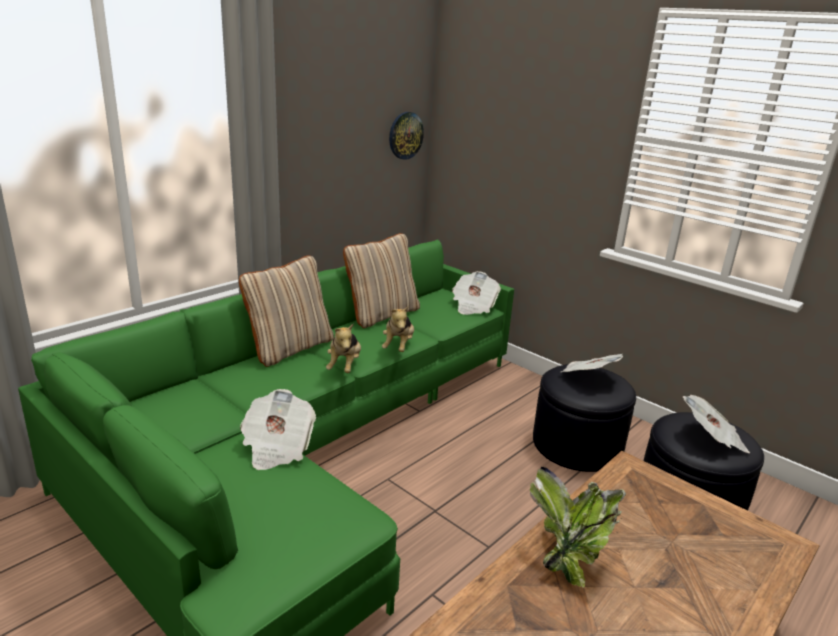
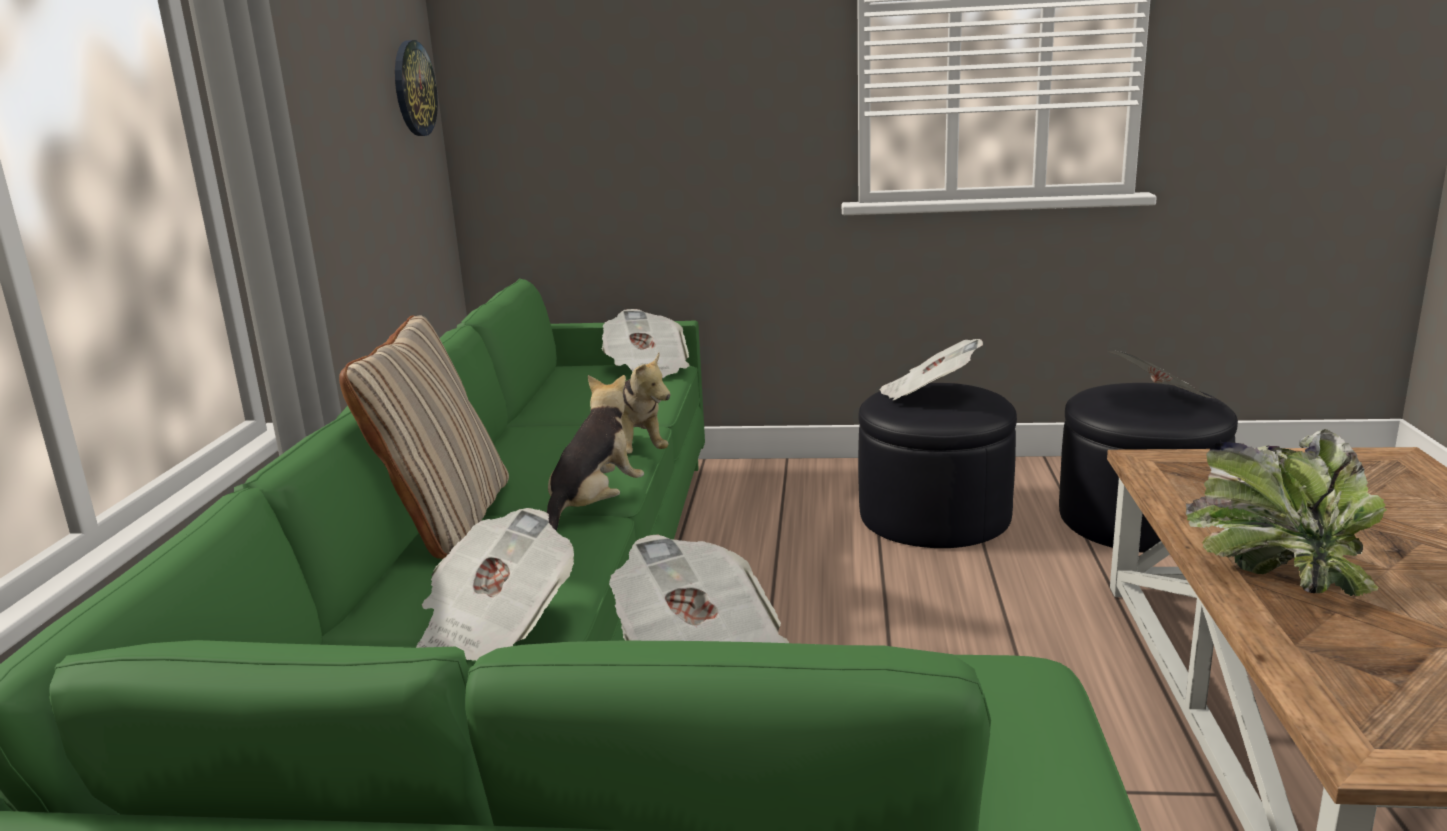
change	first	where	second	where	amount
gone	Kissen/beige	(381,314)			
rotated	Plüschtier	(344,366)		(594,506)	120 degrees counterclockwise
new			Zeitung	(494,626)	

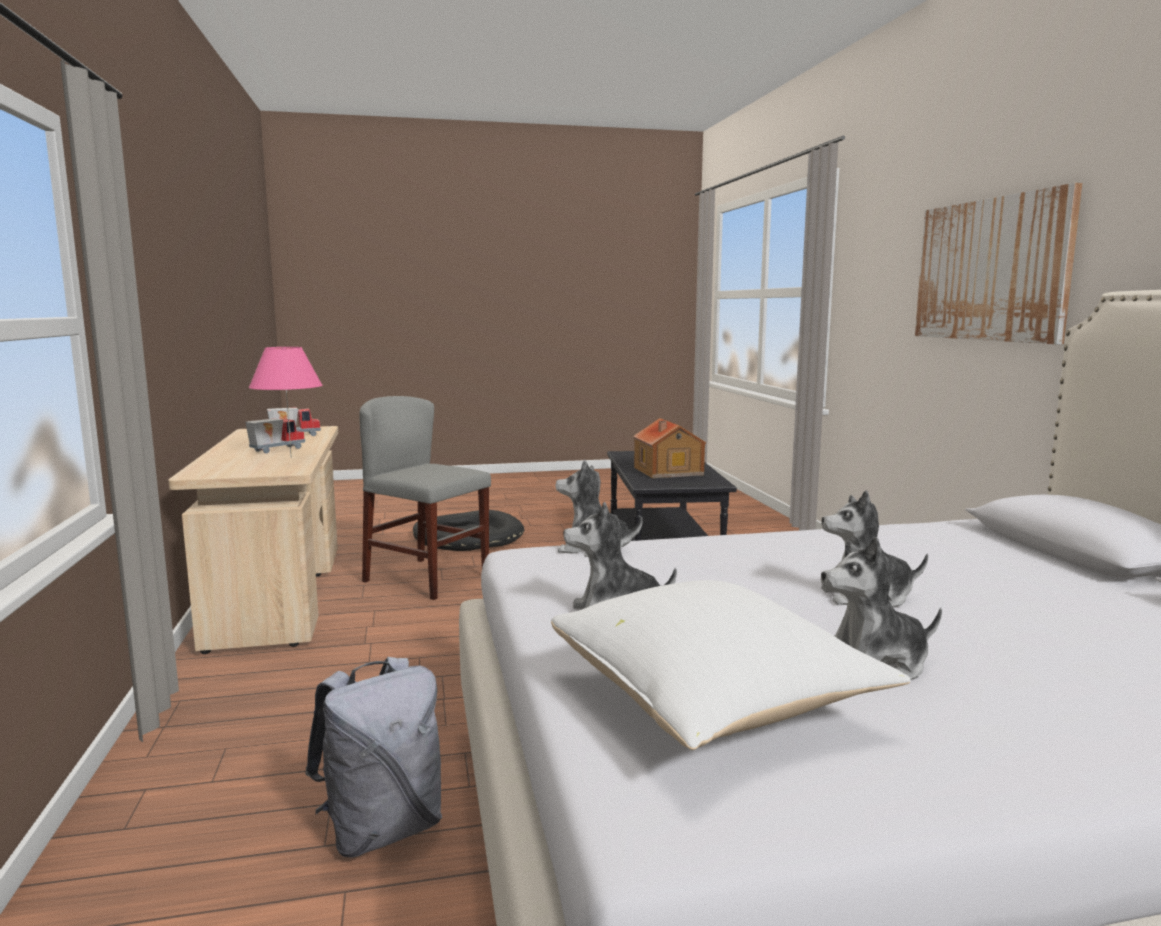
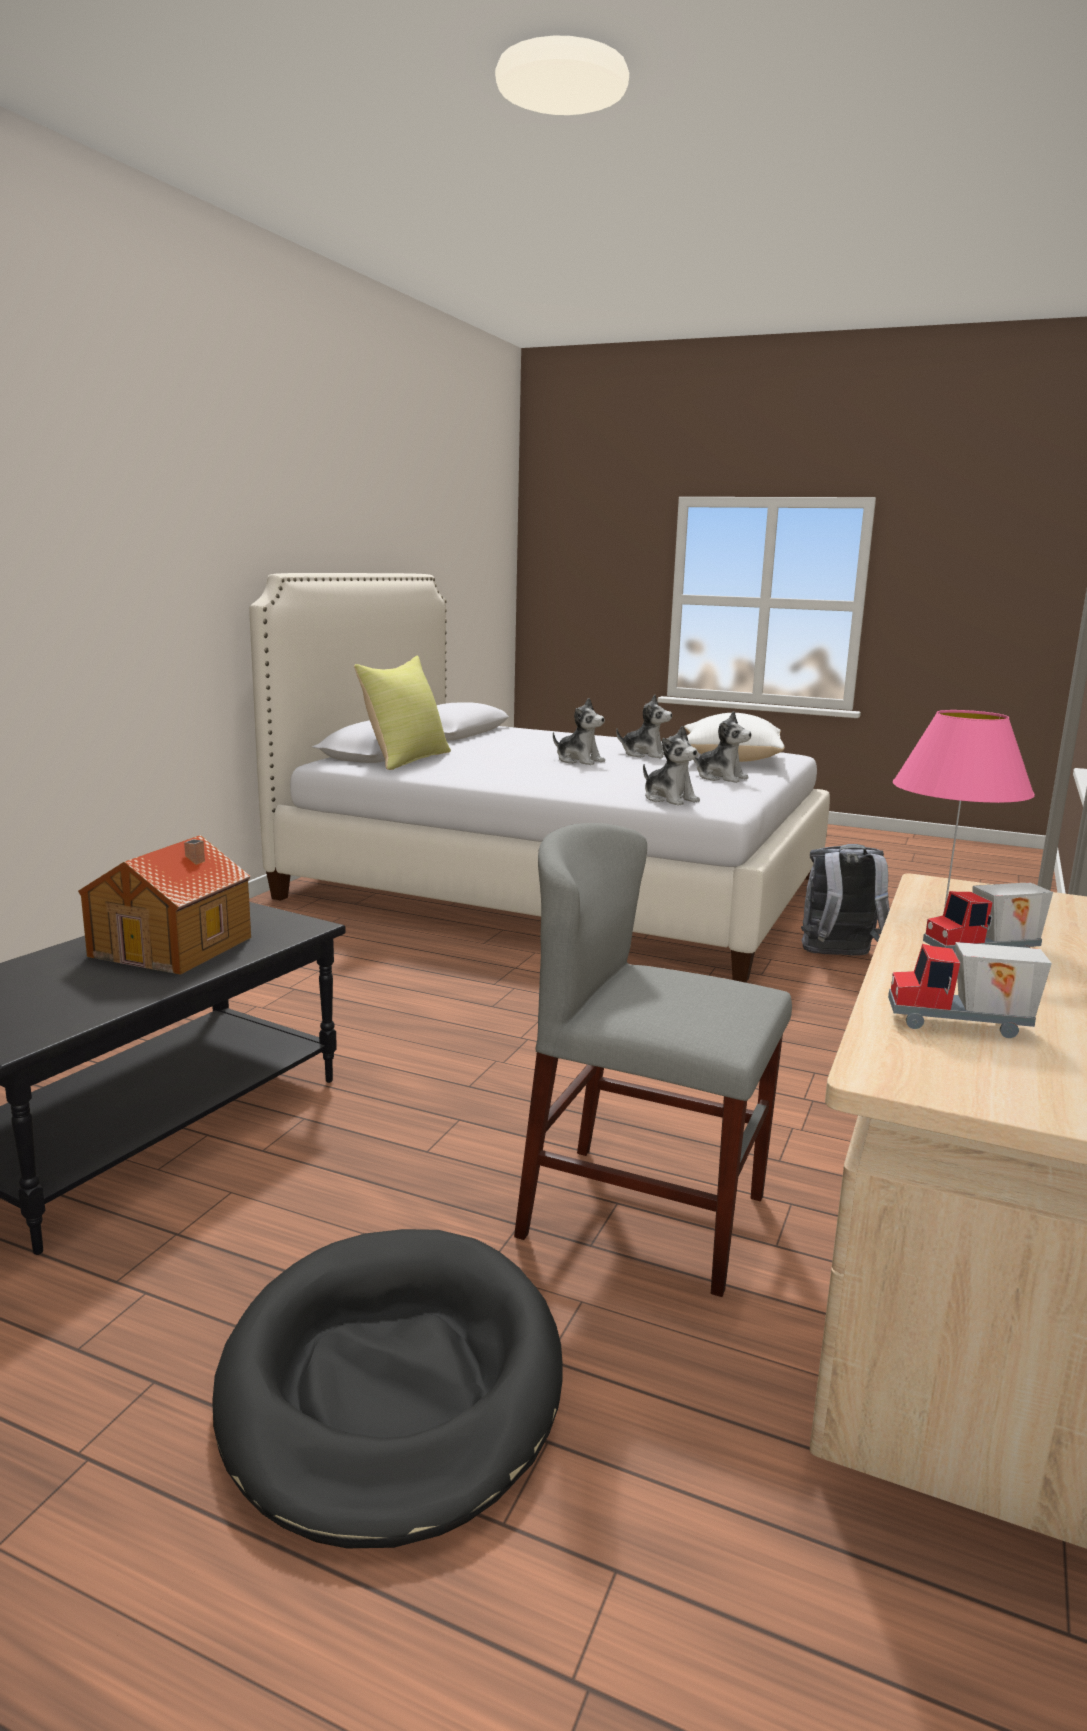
change	first	where	second	where	amount
gone	Bild	(990,270)			
rotated	Stuhl/grau	(426,578)		(644,1216)	135 degrees clockwise
new			Kissen/gelb	(406,759)	

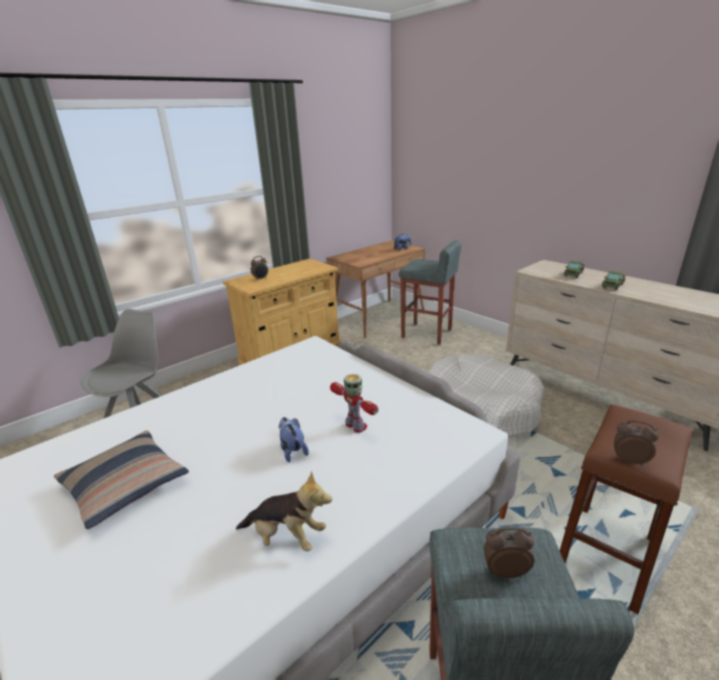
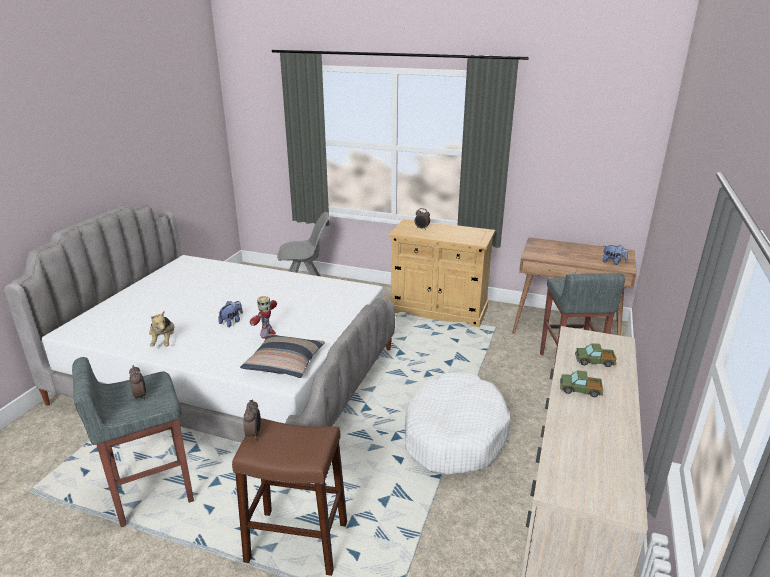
change	first	where	second	where	amount
shifted	Kissen	(125,485)		(284,363)	

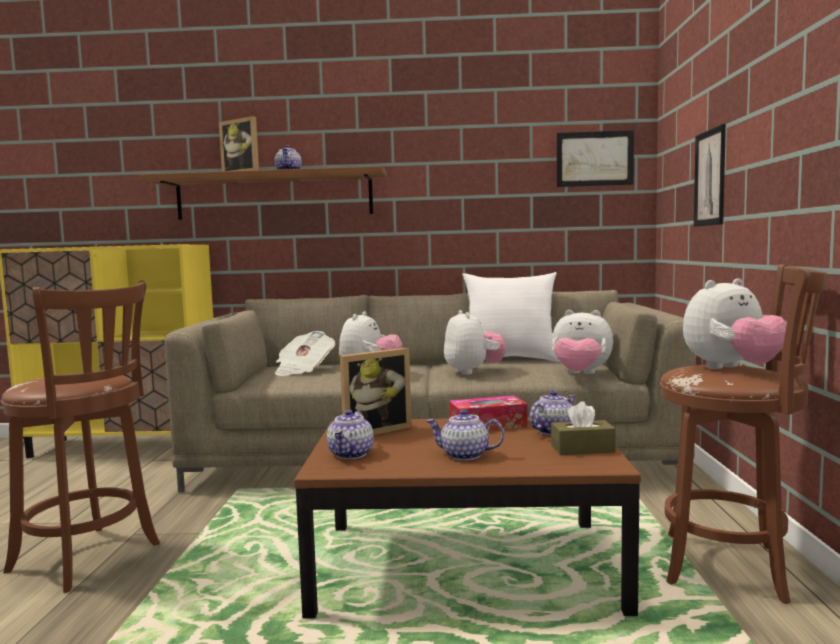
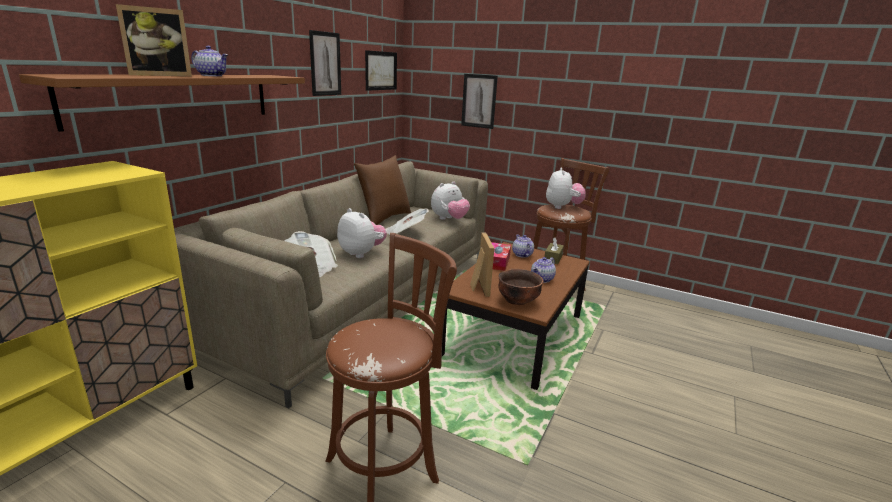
change	first	where	second	where	amount
repainted	Kissen/weiß	(510,360)	Kissen/braun	(384,218)	
swapped	Plüschtier	(473,372)	Zeitung	(405,233)	
swapped	Teekanne	(351,454)	Schüssel/braun	(517,301)	
new			Bild	(325,64)	

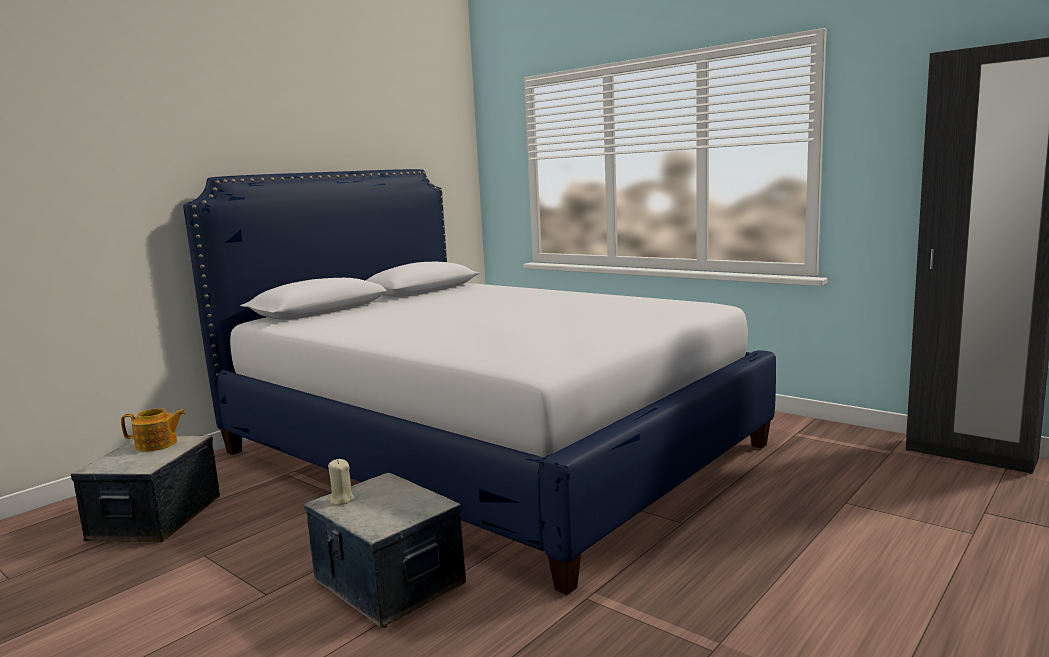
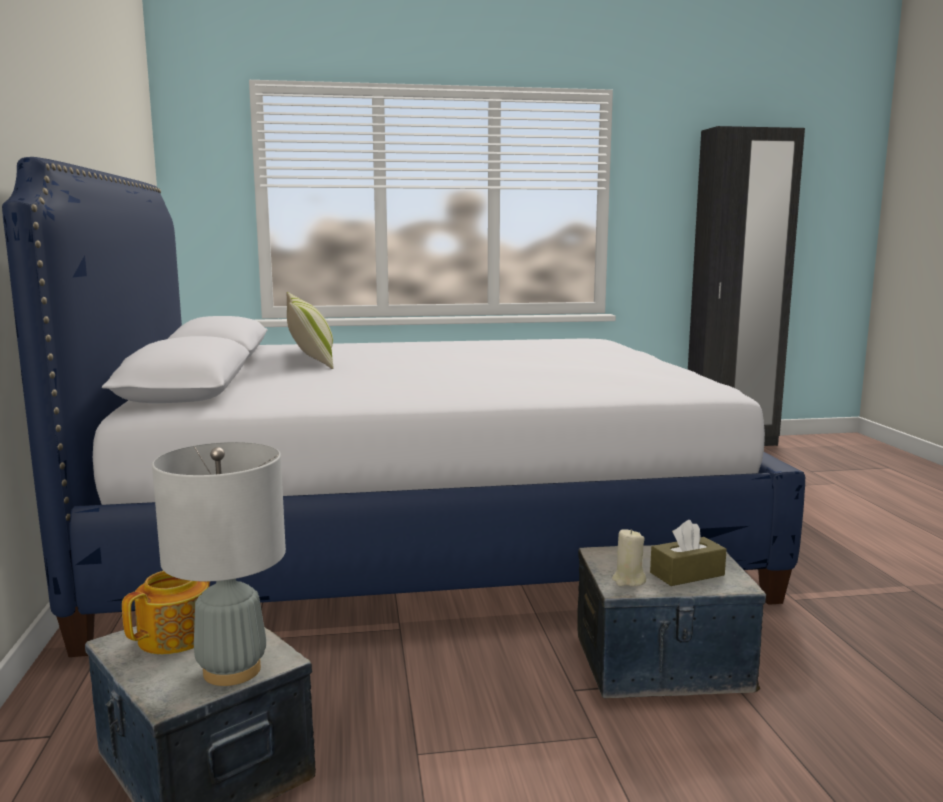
change	first	where	second	where	amount
new			Kissen	(311,358)	
new			Tischlampe/grau	(232,670)	
new			Taschentuchbox/braun	(687,574)	

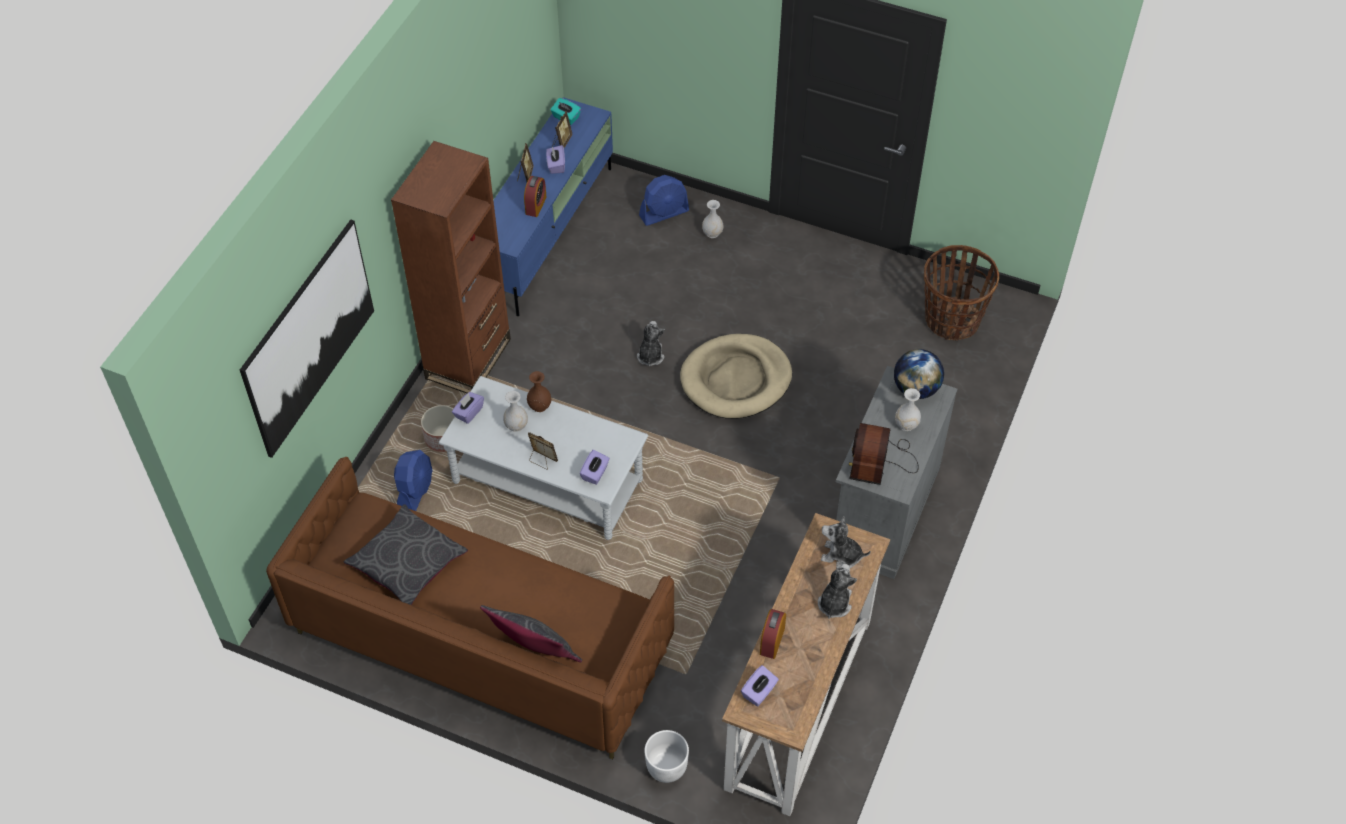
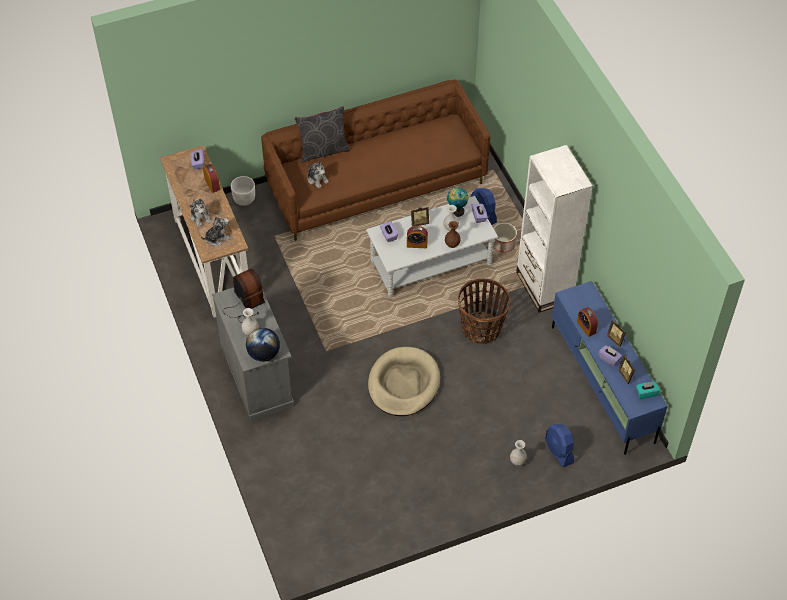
change	first	where	second	where	amount
repainted	Bücherregal/braun	(468,359)	Bücherregal/weiß	(544,287)	
rotated	Ventilator/blau	(664,213)		(558,451)	45 degrees counterclockwise
gone	Bild	(309,337)			
shifted	Korb	(951,320)		(481,329)	
shifted	Plüschtier	(650,356)		(317,179)	
gone	Kissen/grau	(407,563)			
new			Globus	(456,210)	
new			Wecker	(417,244)	

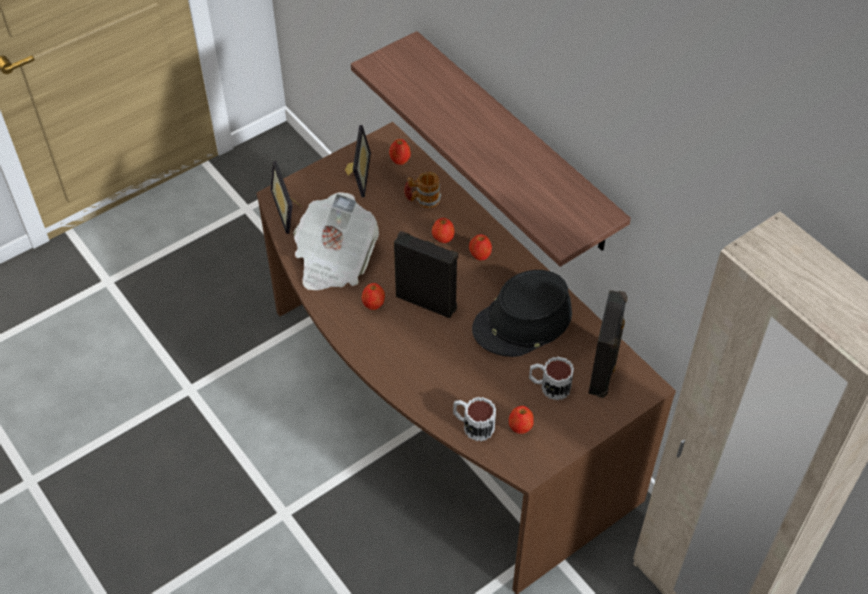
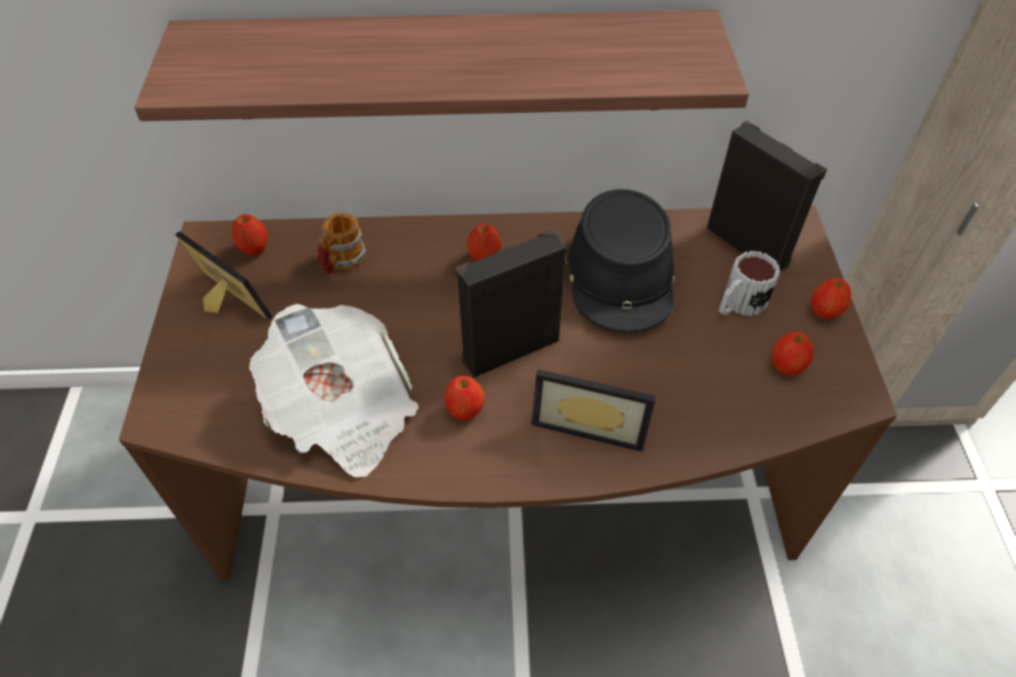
change	first	where	second	where	amount
shifted	Bilderrahmen	(289,209)		(590,421)	
shifted	Apfel	(443,239)		(824,312)	
gone	Henkelbecher	(472,425)			

